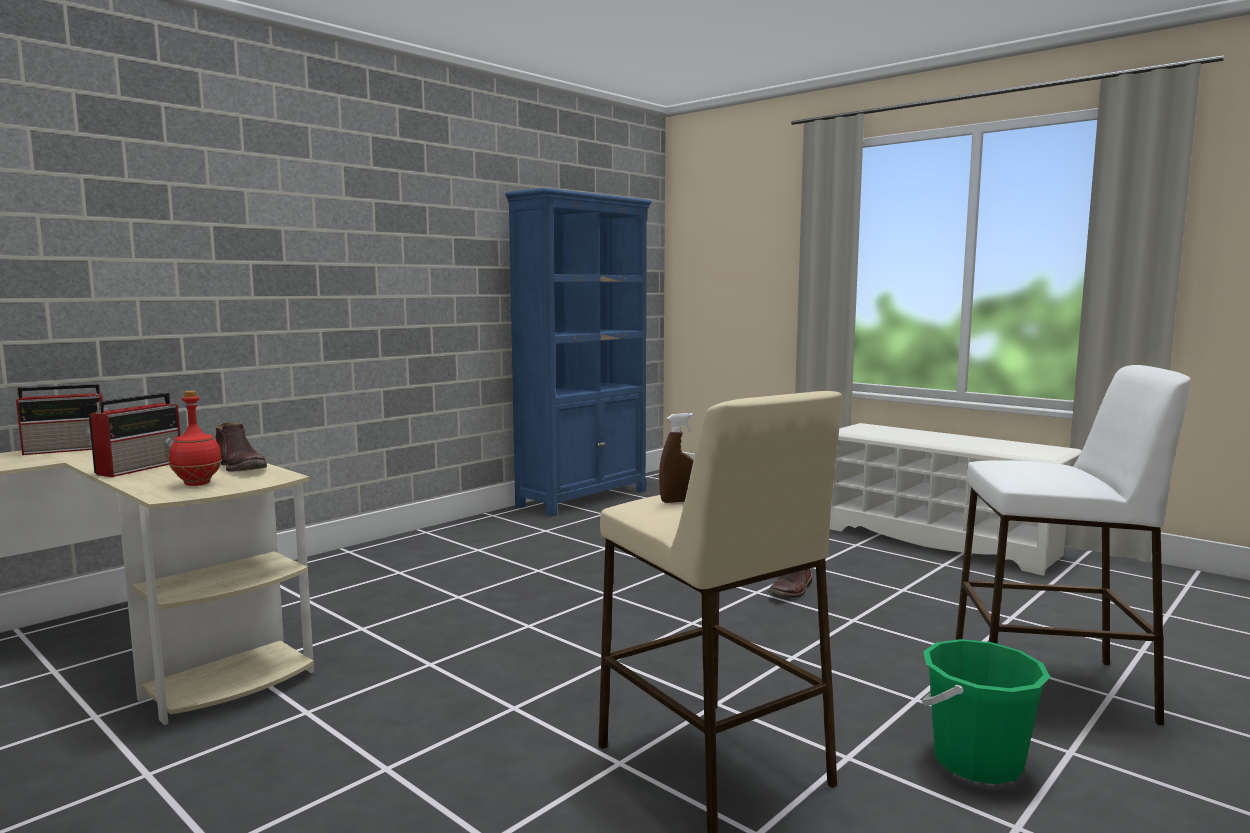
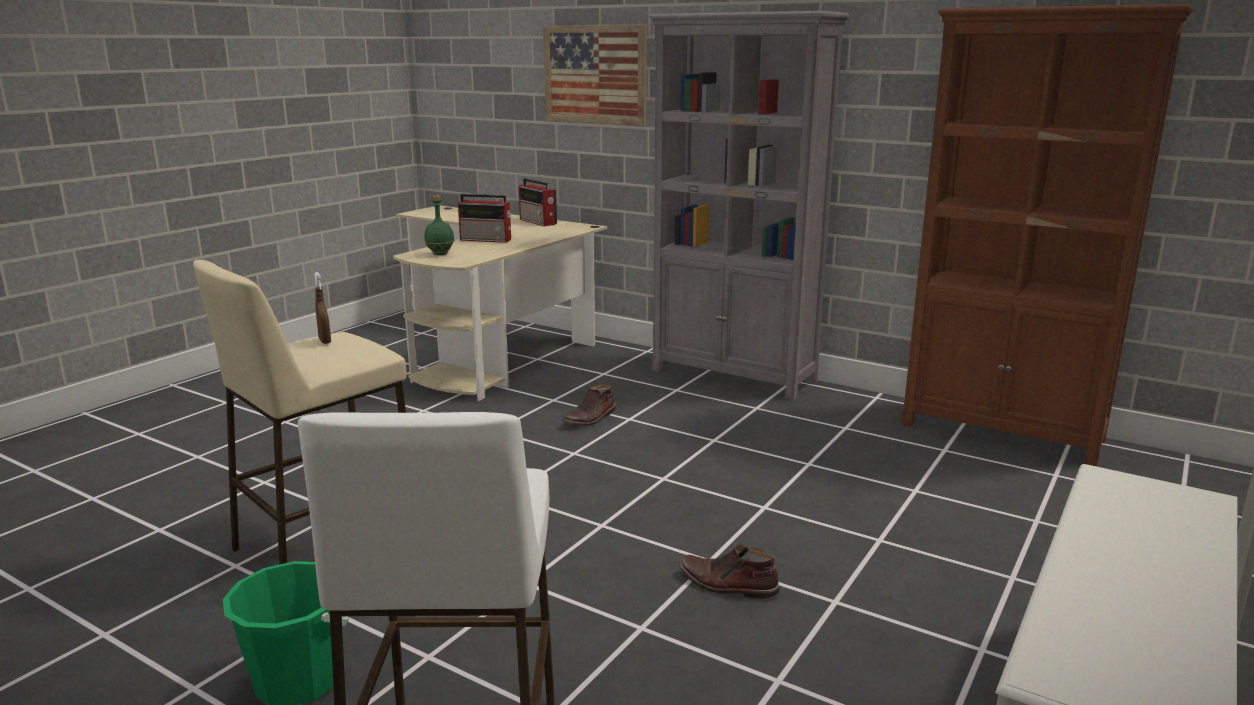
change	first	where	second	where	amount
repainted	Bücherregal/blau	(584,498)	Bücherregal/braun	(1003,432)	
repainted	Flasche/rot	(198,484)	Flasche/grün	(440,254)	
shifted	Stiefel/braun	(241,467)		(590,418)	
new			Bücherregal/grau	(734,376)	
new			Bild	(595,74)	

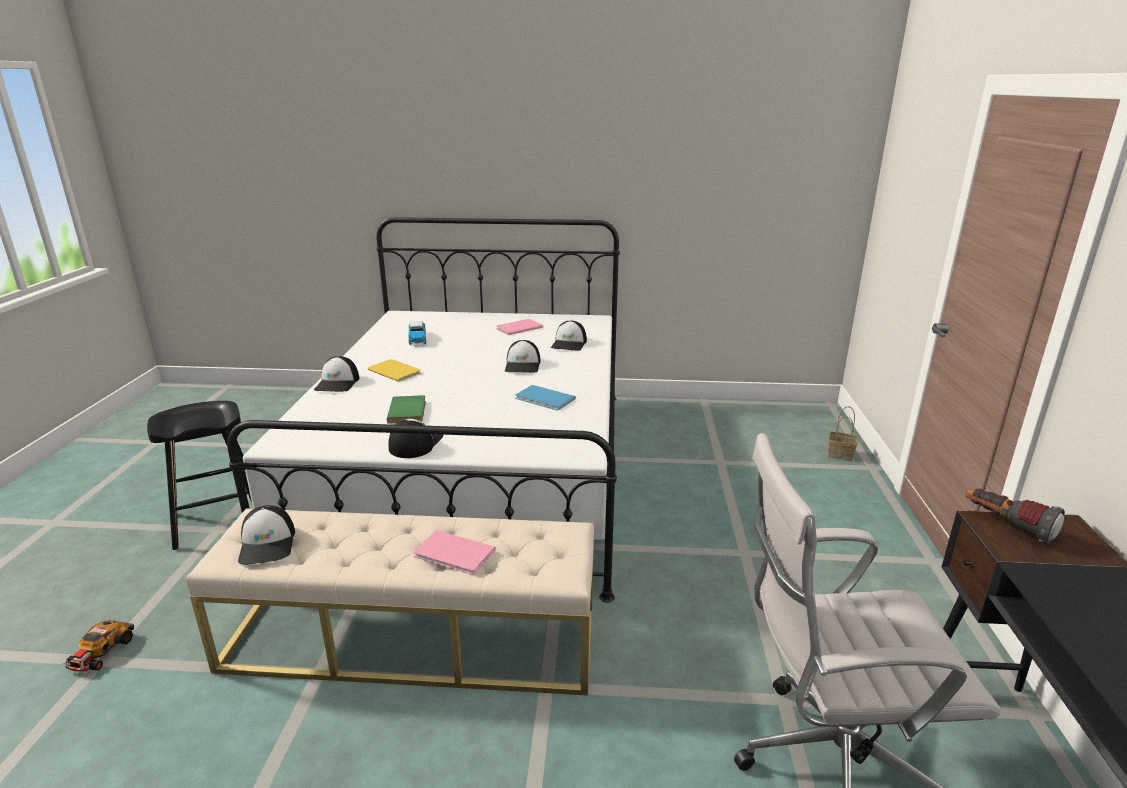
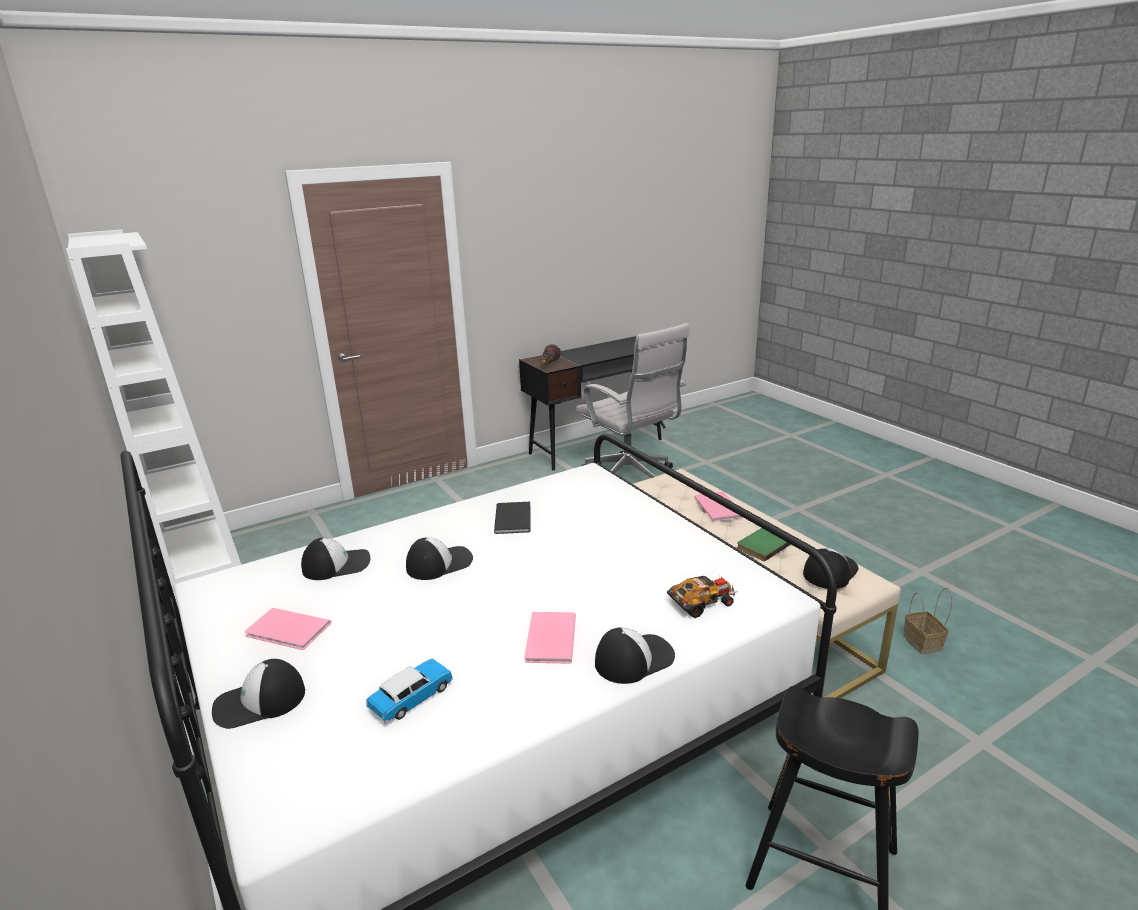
change	first	where	second	where	amount
repainted	Buch/gelb	(395,371)	Buch/rosa	(548,640)	
repainted	Buch/blau	(545,399)	Buch/schwarz	(514,518)	
shifted	Buch/grün	(409,411)		(763,544)	
shifted	Korb	(839,454)		(923,643)	
shifted	Kappe	(415,442)		(259,702)	
shifted	Spielzeugauto	(100,652)		(702,602)	
new			Bücherregal/weiß	(204,569)	

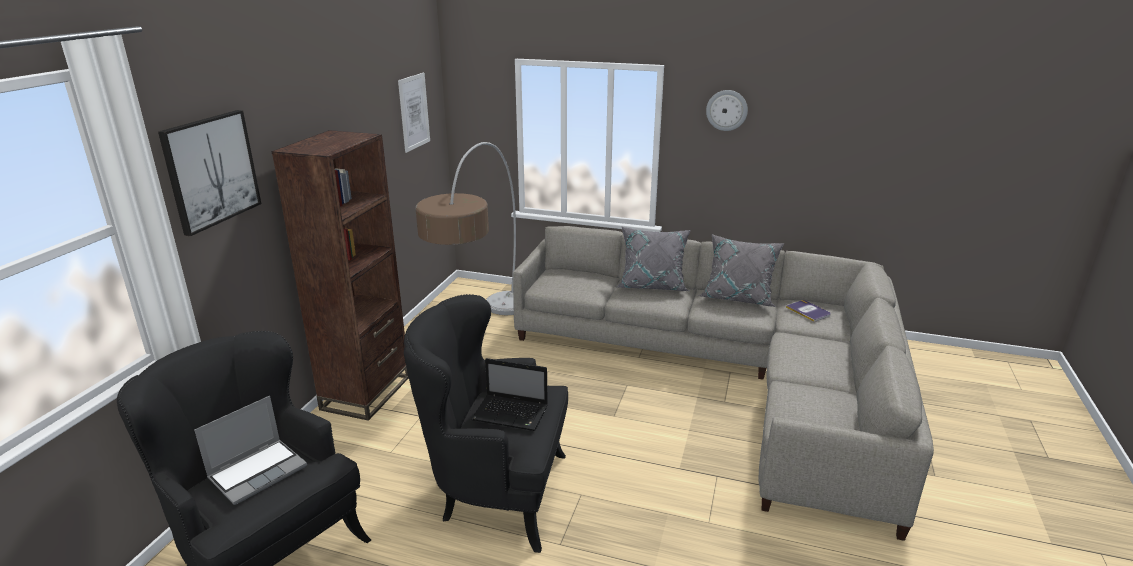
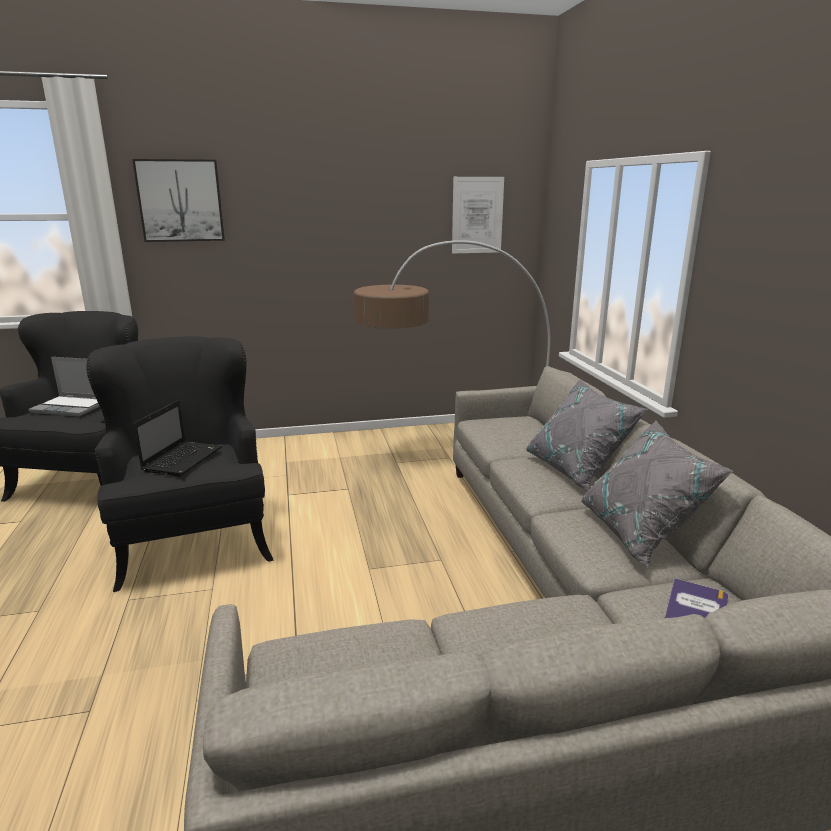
change	first	where	second	where	amount
gone	Wanduhr	(726,110)			
gone	Bücherregal/braun	(366,393)			
rotated	Laptop	(512,414)		(183,459)	150 degrees counterclockwise

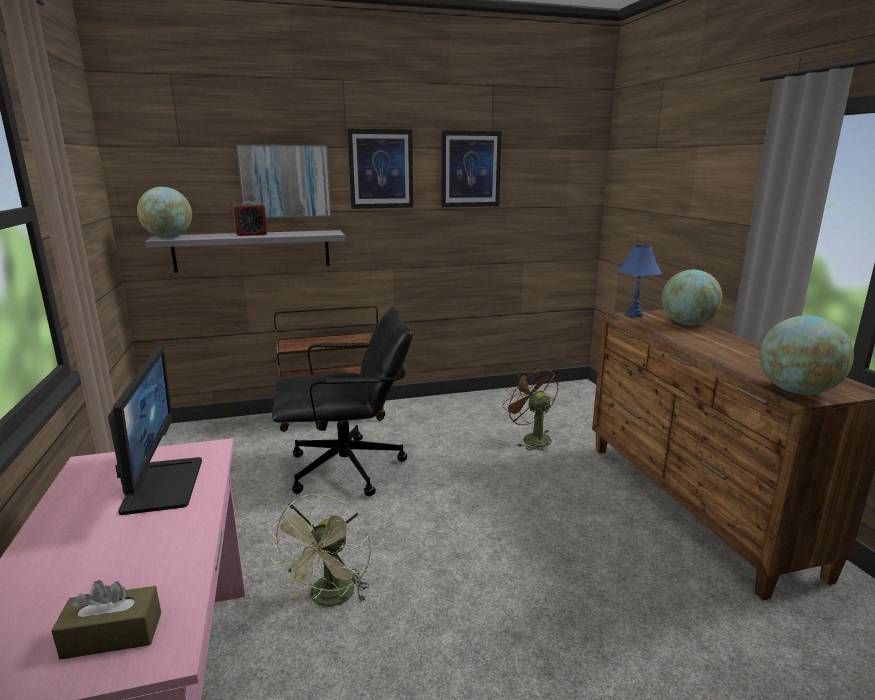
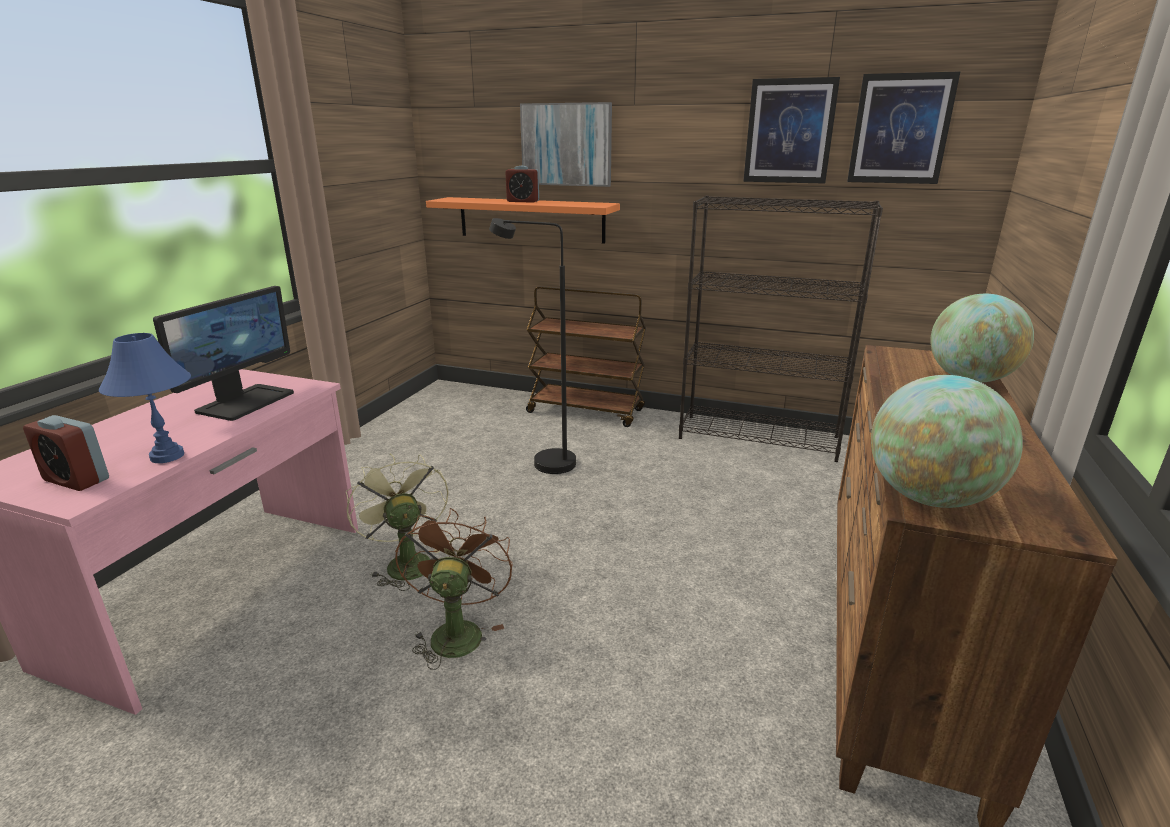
change	first	where	second	where	amount
shifted	Bild	(381,169)		(900,129)	
gone	Globus	(168,237)			
repainted	Wandregal/grau	(252,251)	Wandregal/orange	(531,219)	
shifted	Tischlampe/blau	(634,314)		(167,456)	
swapped	Bürostuhl/schwarz	(347,468)	Stehlampe/schwarz	(544,462)	
shifted	Ventilator/braun	(531,438)		(456,631)	
rotated	Ventilator/grün	(329,599)		(405,562)	105 degrees clockwise
swapped	Taschentuchbox/braun	(112,635)	Wecker	(76,480)	
new			Bücherregal/schwarz	(759,437)	

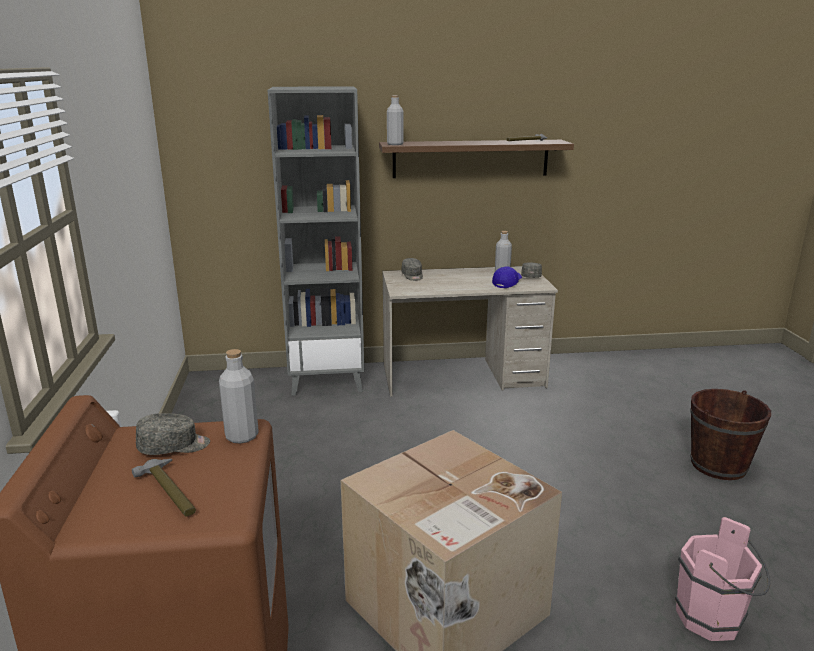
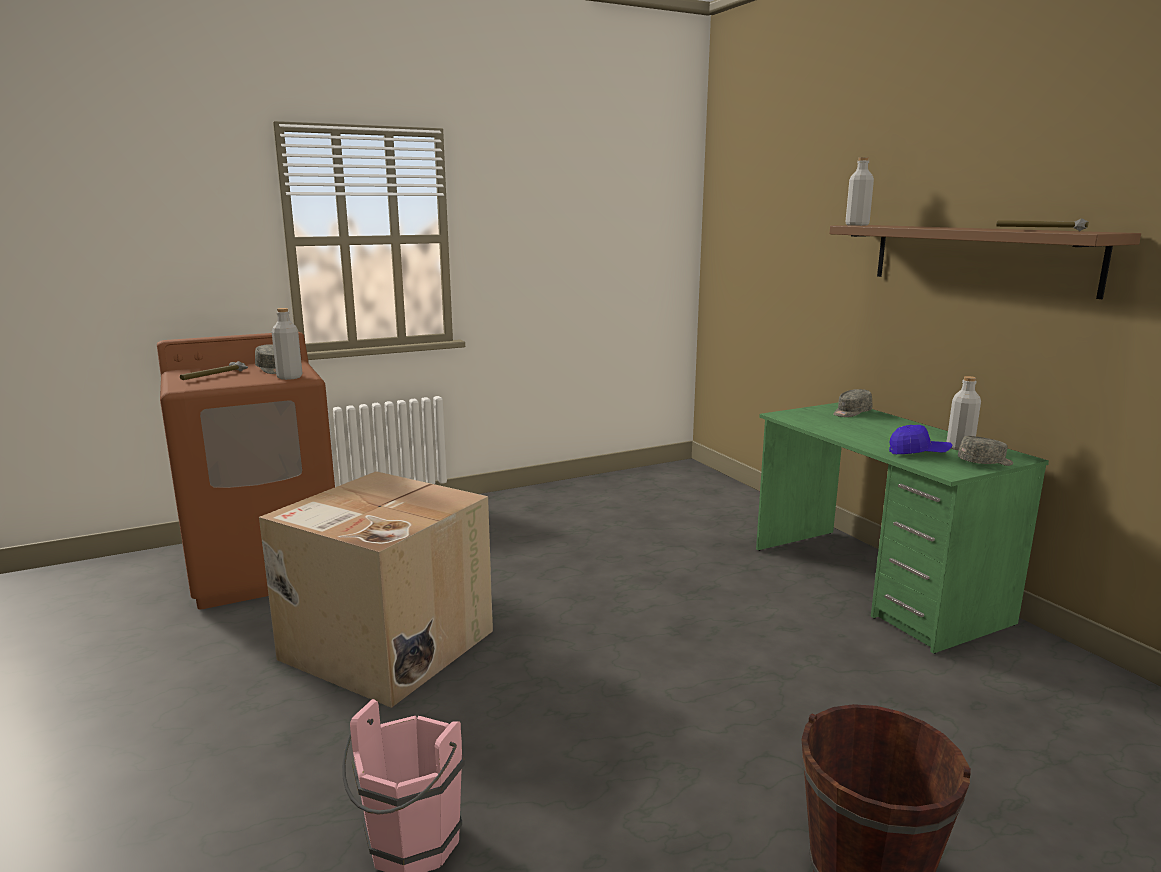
change	first	where	second	where	amount
gone	Bücherregal/grau	(327,380)			
repainted	Schreibtisch/beige	(463,376)	Schreibtisch/grün	(874,584)	

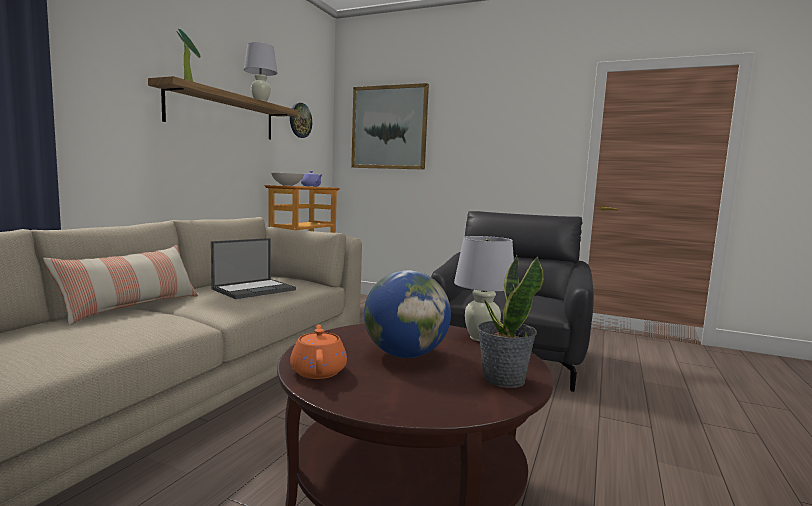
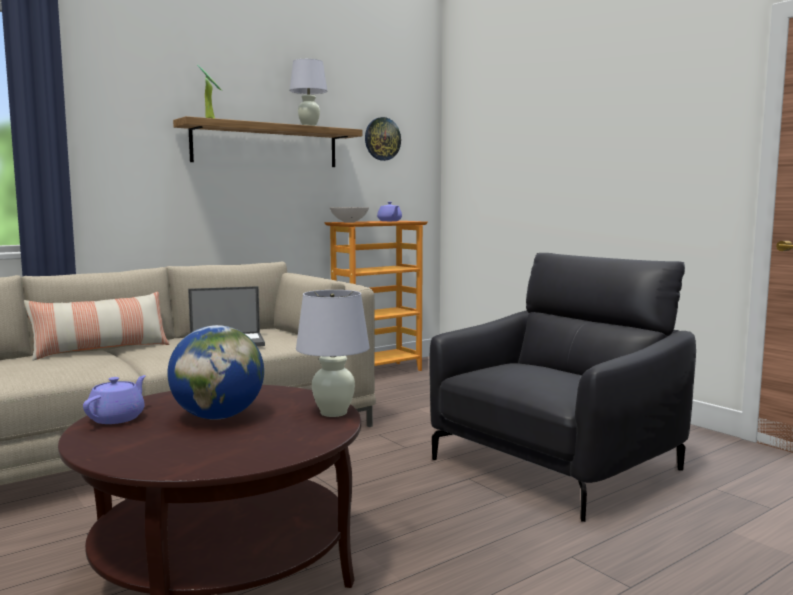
change	first	where	second	where	amount
gone	Bild	(389,127)			
gone	Topfpflanze	(503,379)			
repainted	Teekanne/orange	(318,371)	Teekanne/lila	(117,418)	

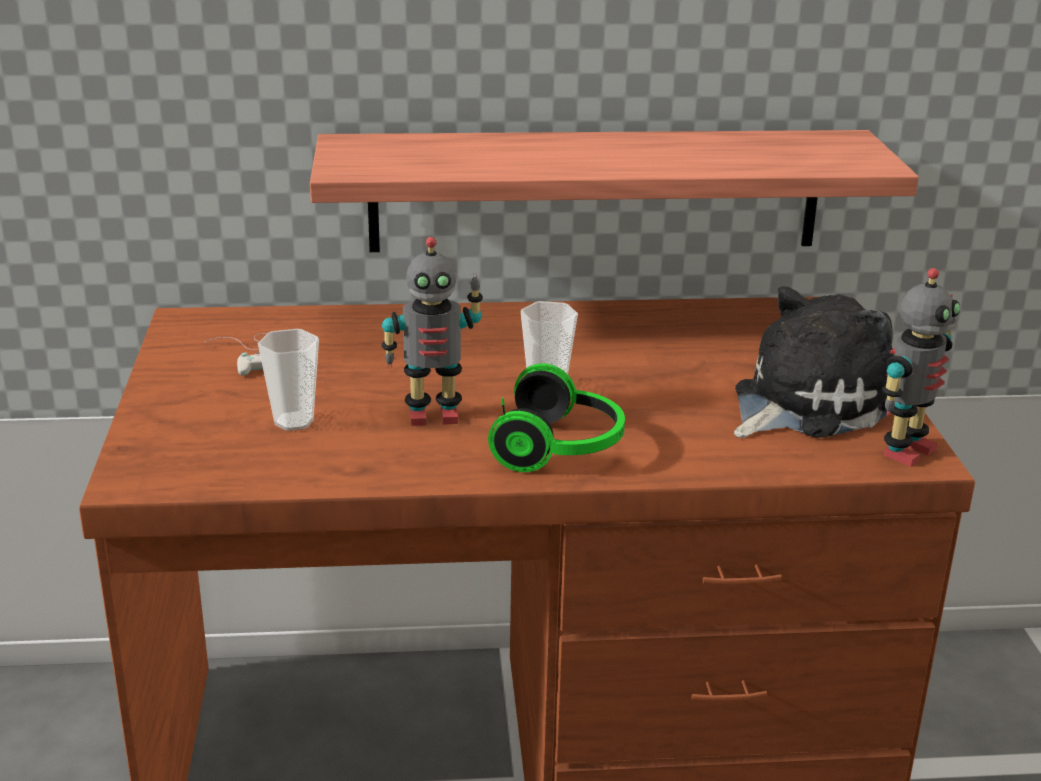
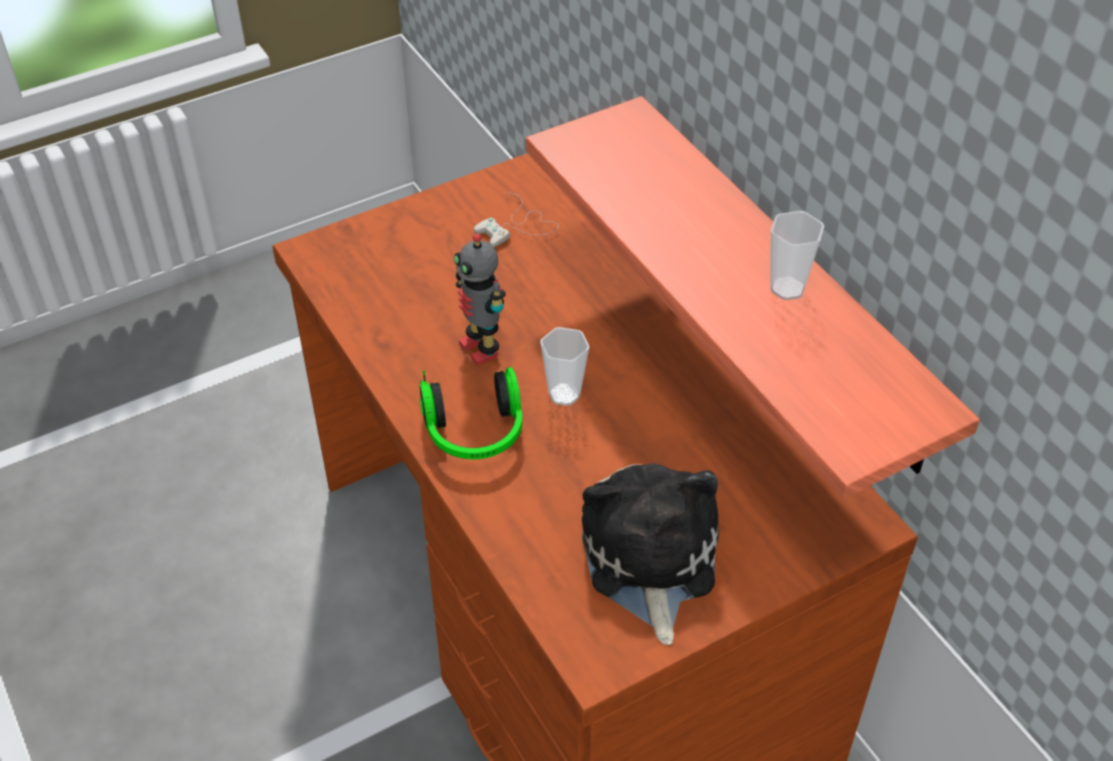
change	first	where	second	where	amount
gone	Spielzeugroboter	(905,450)			
rotated	Plüschtier	(803,404)		(649,561)	120 degrees counterclockwise
shifted	Tasse	(293,421)		(787,288)	

